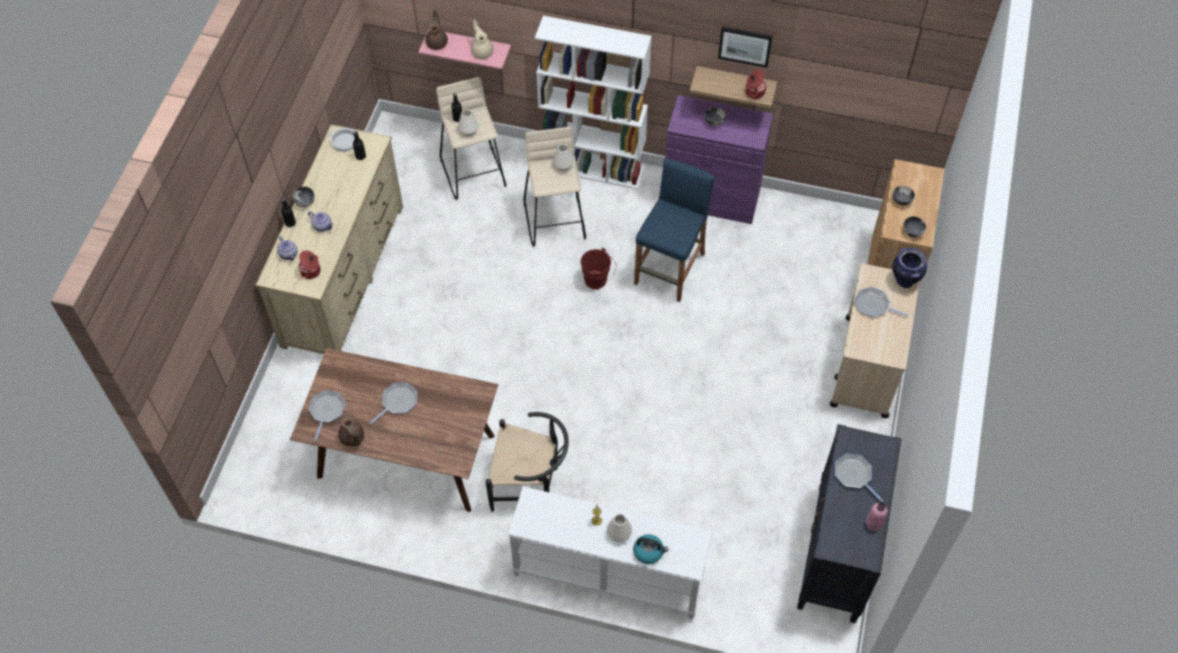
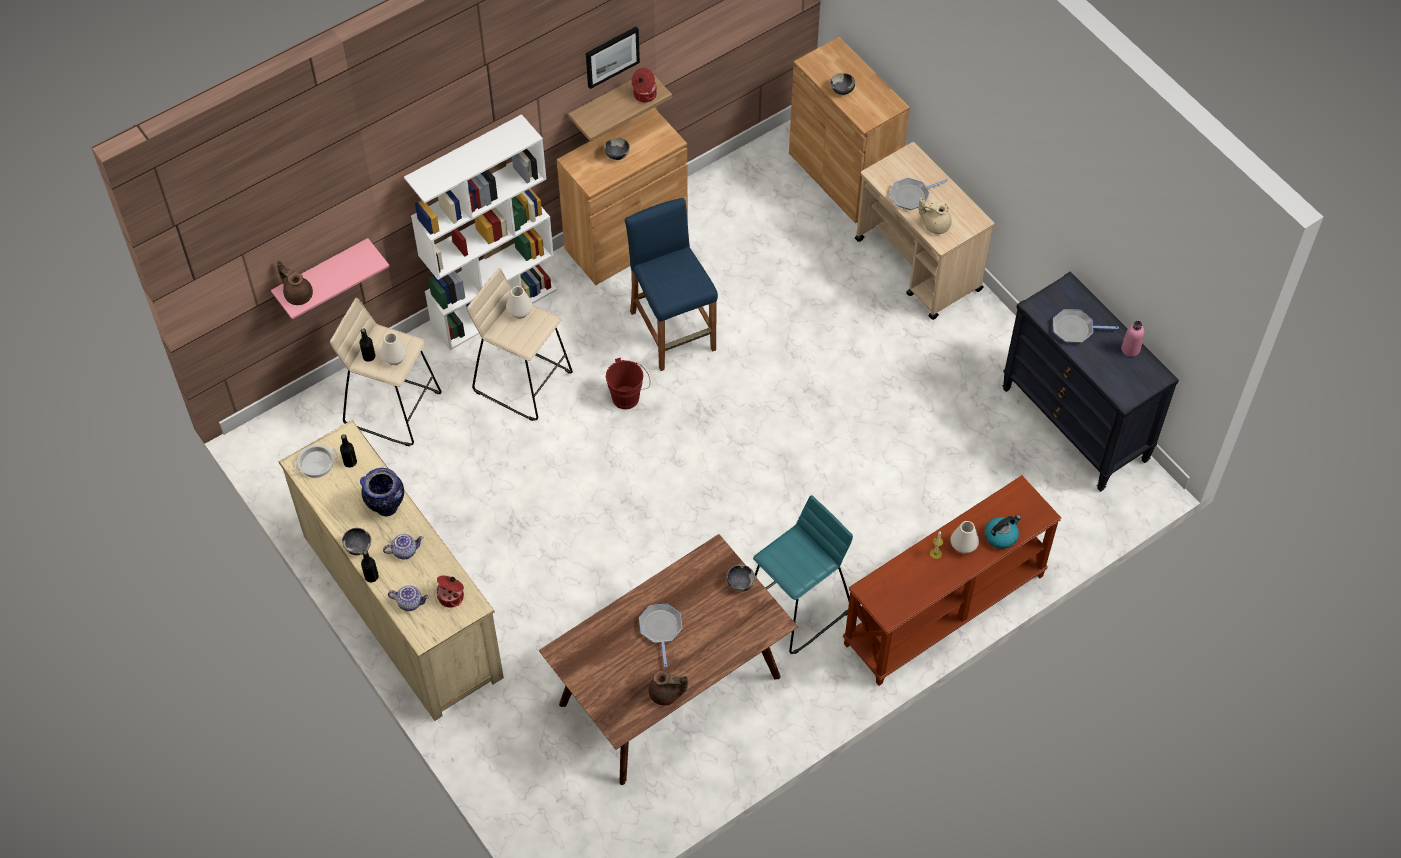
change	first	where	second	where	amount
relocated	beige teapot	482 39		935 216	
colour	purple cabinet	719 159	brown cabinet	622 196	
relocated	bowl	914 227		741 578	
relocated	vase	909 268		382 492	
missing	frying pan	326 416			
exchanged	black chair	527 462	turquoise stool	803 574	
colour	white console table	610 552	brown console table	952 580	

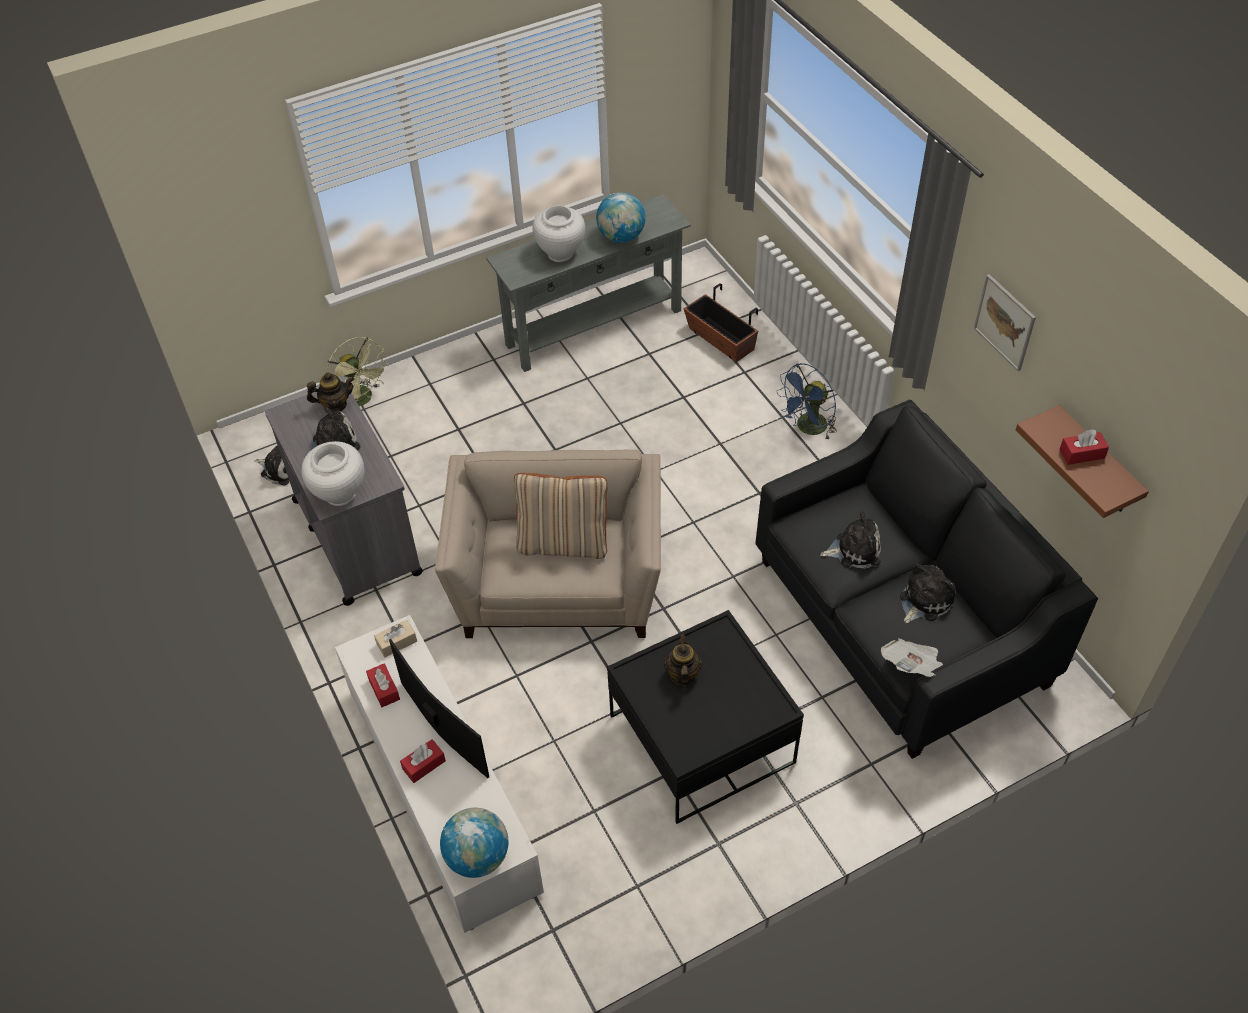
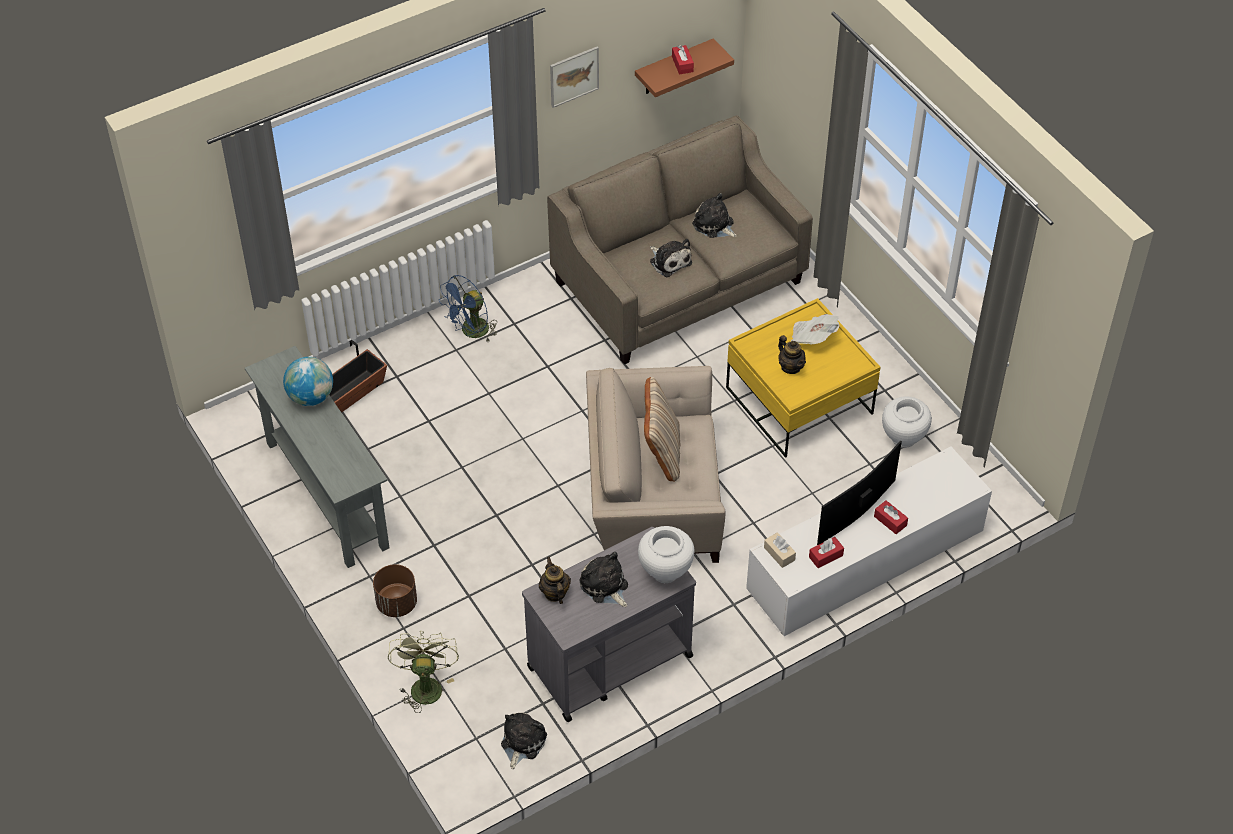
change	first	where	second	where	amount
relocated	white vase	558 233		907 422	
spun	green fan	357 371		423 672	45 degrees counterclockwise
spun	blue fan	806 401		468 308	90 degrees clockwise
colour	black sofa	926 579	beige sofa	680 240	
spun	plush toy	850 540		671 258	150 degrees clockwise
colour	black coffee table	705 717	yellow coffee table	803 378	
spun	teapot	683 661		792 354	120 degrees counterclockwise
relocated	newspaper	912 657		815 329	
missing	globe	474 843			
appeared			brown planter	395 590	

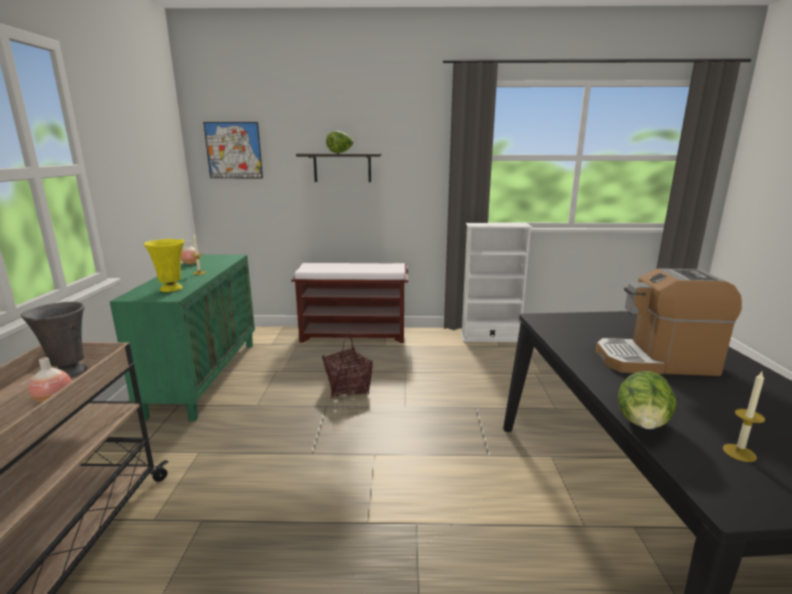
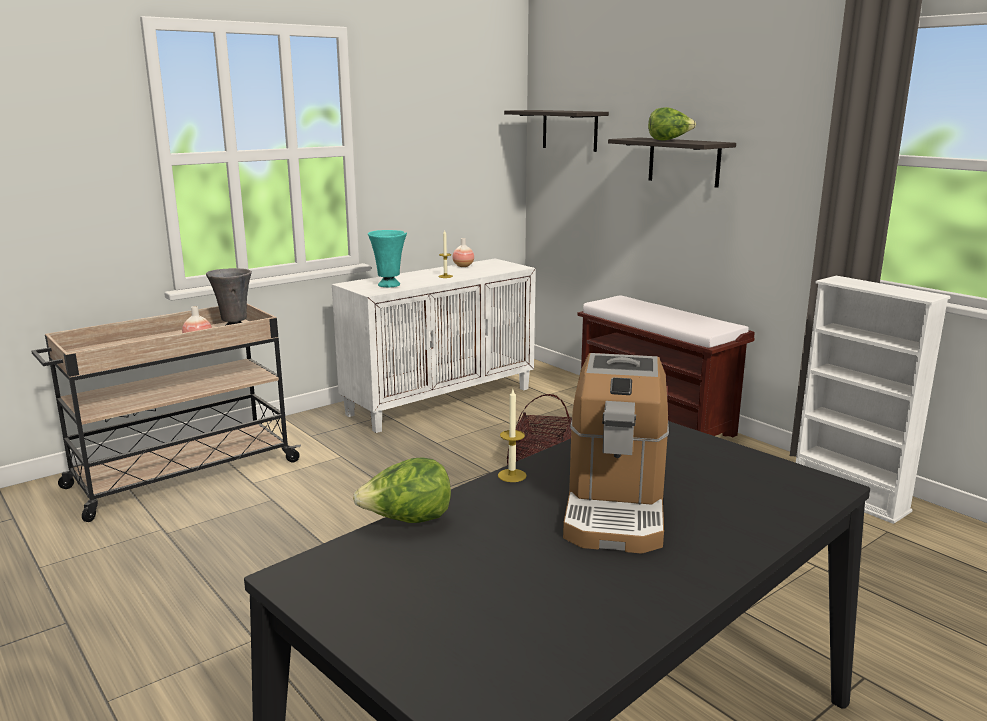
change	first	where	second	where	amount
exchanged	picture	233 150	shelf	556 131	
colour	yellow vase	164 265	turquoise vase	387 258	
colour	green cabinet	182 338	white cabinet	434 346	
spun	coffee machine	669 322		616 453	135 degrees counterclockwise
relocated	candle	744 417		512 435	

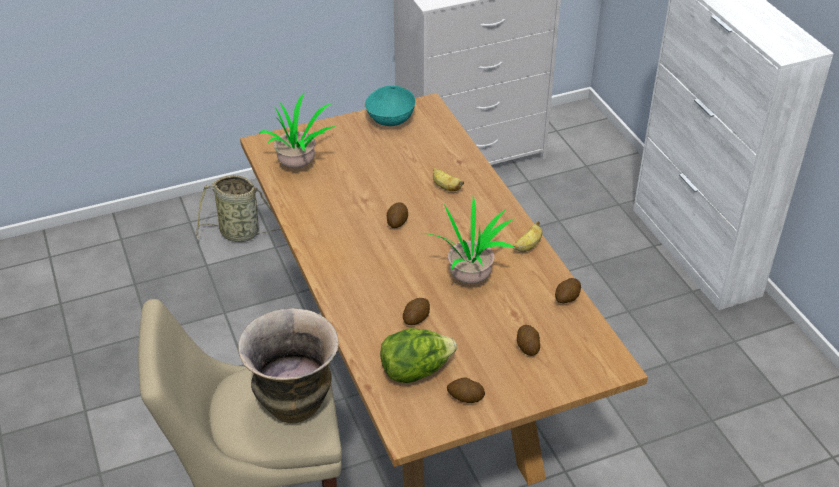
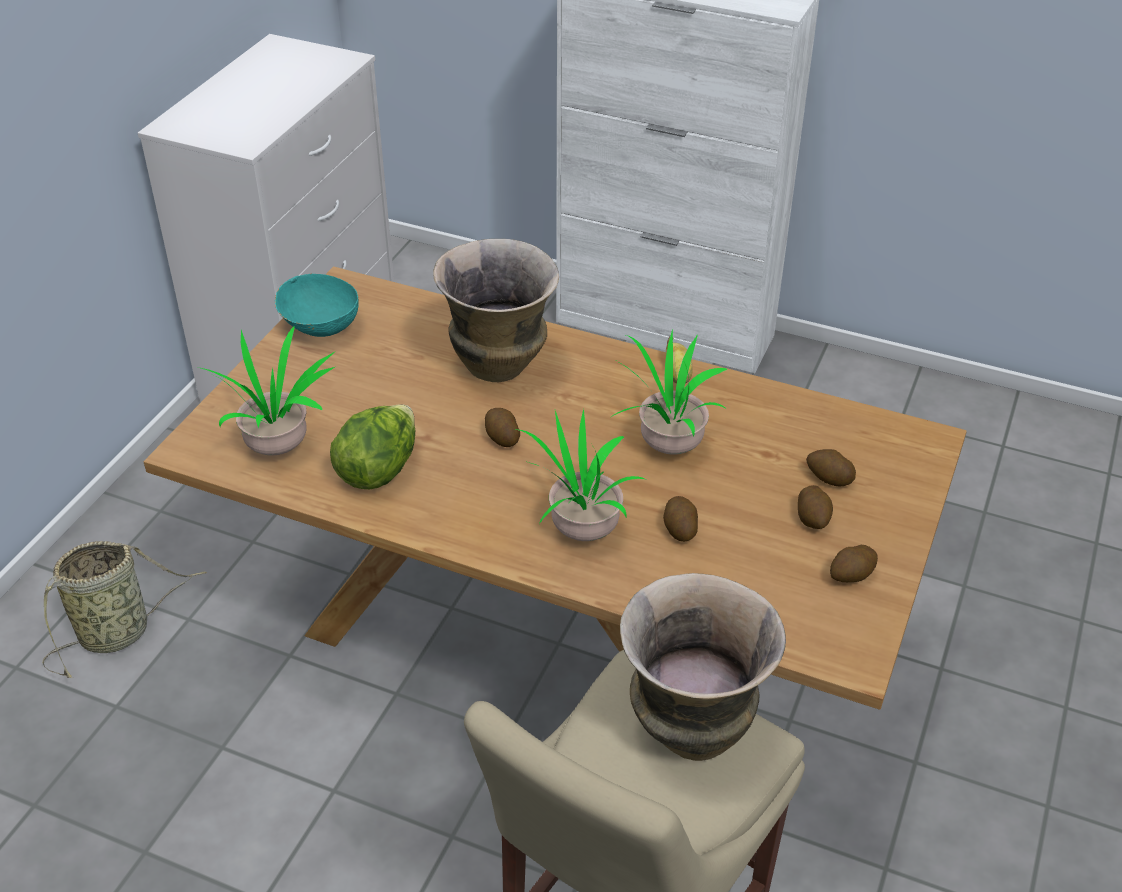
change	first	where	second	where	amount
exchanged	banana	448 179	vase	496 310	
relocated	potato	568 290		815 507	
relocated	lettuce	418 355		372 446	
appeared			potted plant	582 475	

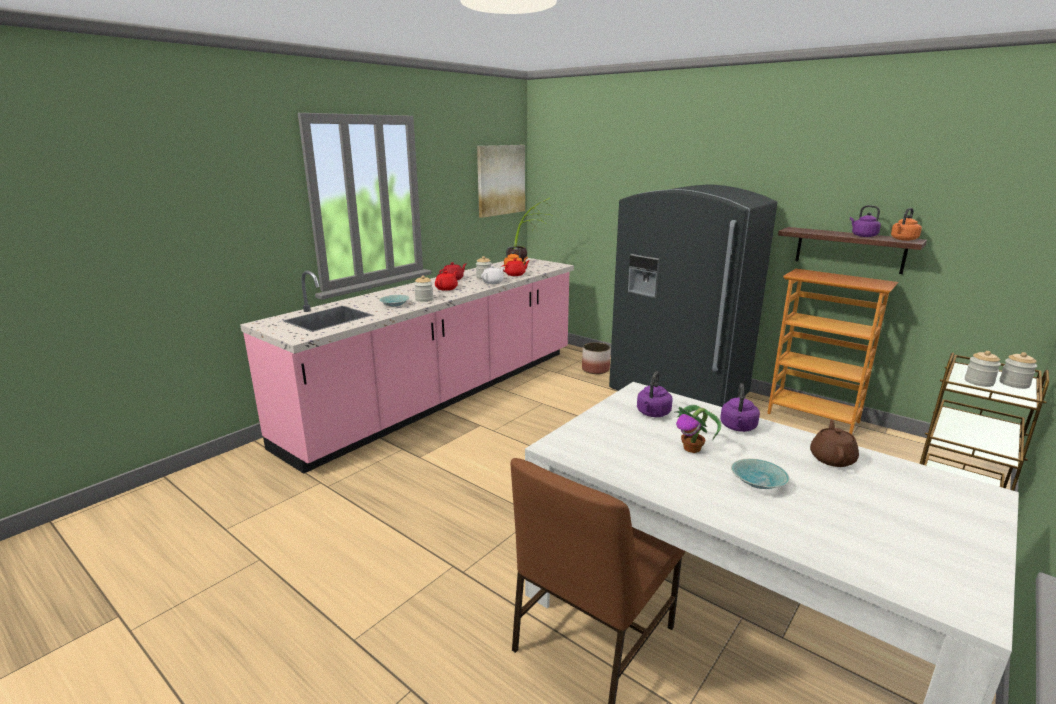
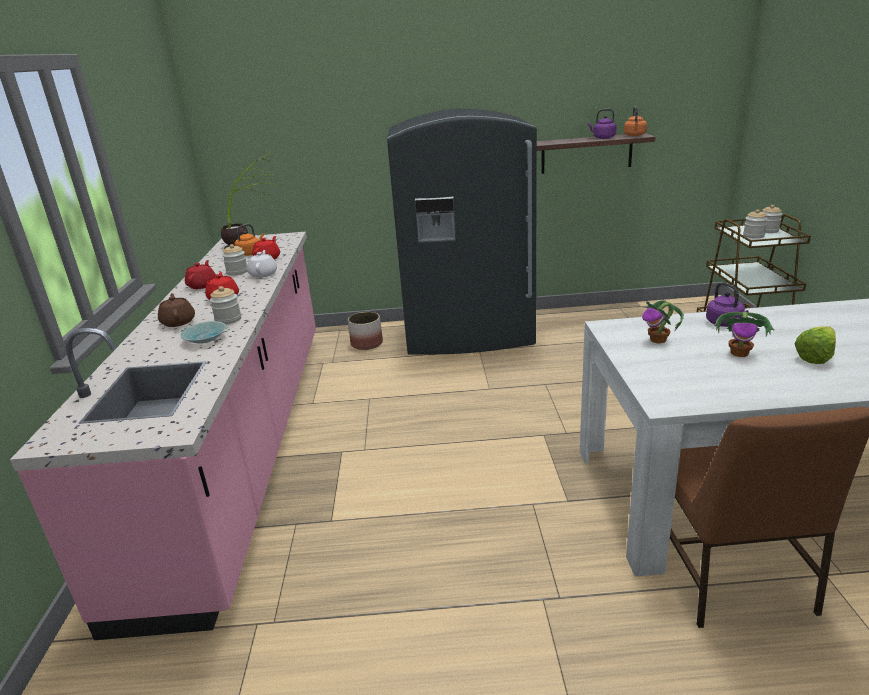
change	first	where	second	where	amount
missing	picture	501 181			
missing	bookcase	833 351			
exchanged	purple kettle	655 394	potted plant	663 322	
relocated	brown teapot	834 443		176 310	
exchanged	turquoise bowl	760 474	lettuce	815 345	

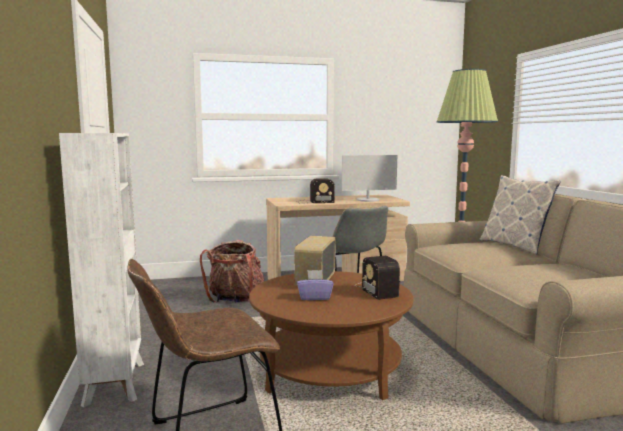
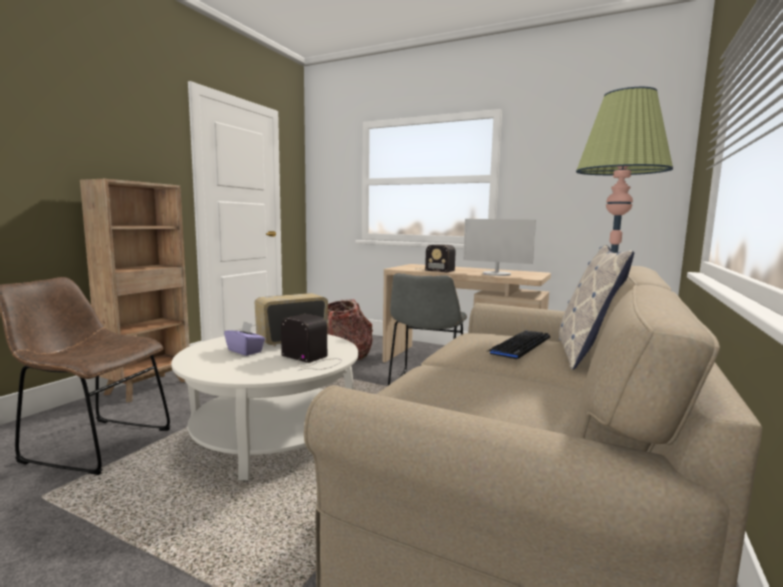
change	first	where	second	where	amount
colour	white bookcase	101 270	brown bookcase	134 290	
spun	radio	377 278		311 342	105 degrees clockwise
colour	brown coffee table	331 335	white coffee table	264 406	
appeared			keyboard	518 344	

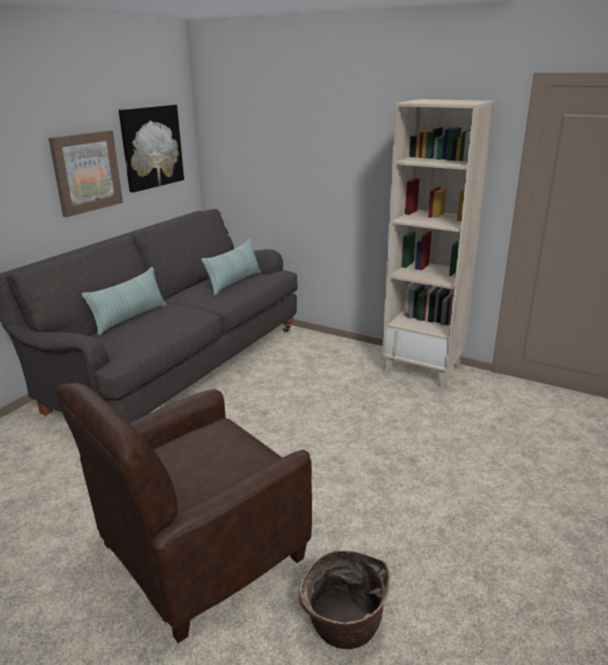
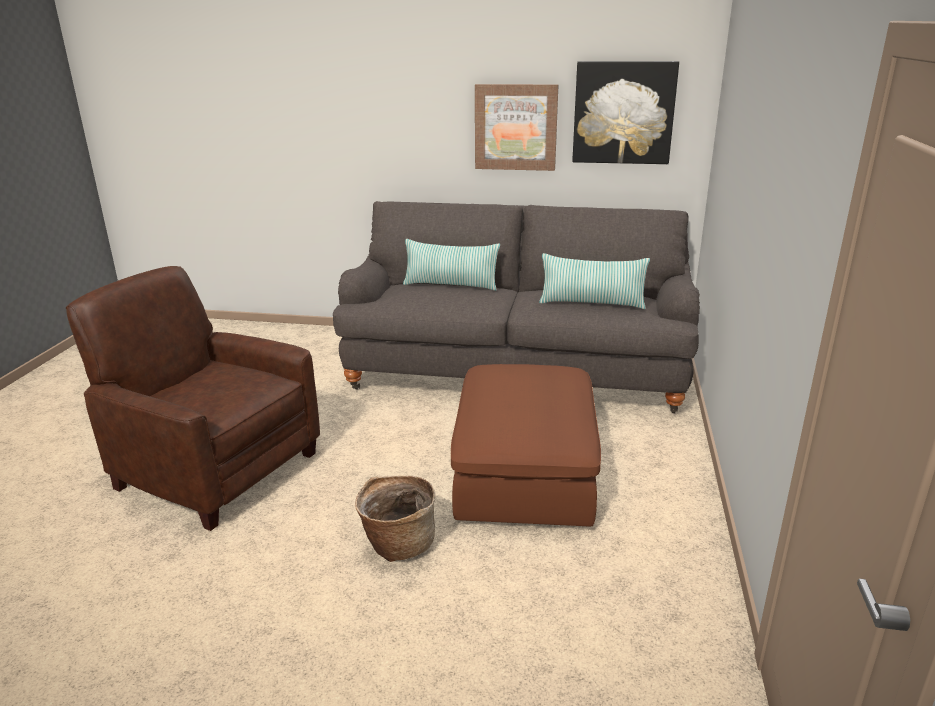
change	first	where	second	where	amount
missing	beige bookcase	438 244			
relocated	basket	344 599		395 519	
appeared			brown ottoman	526 445	

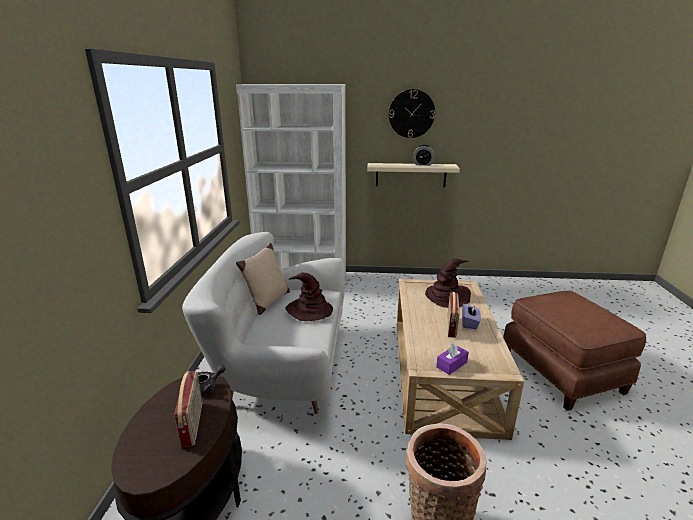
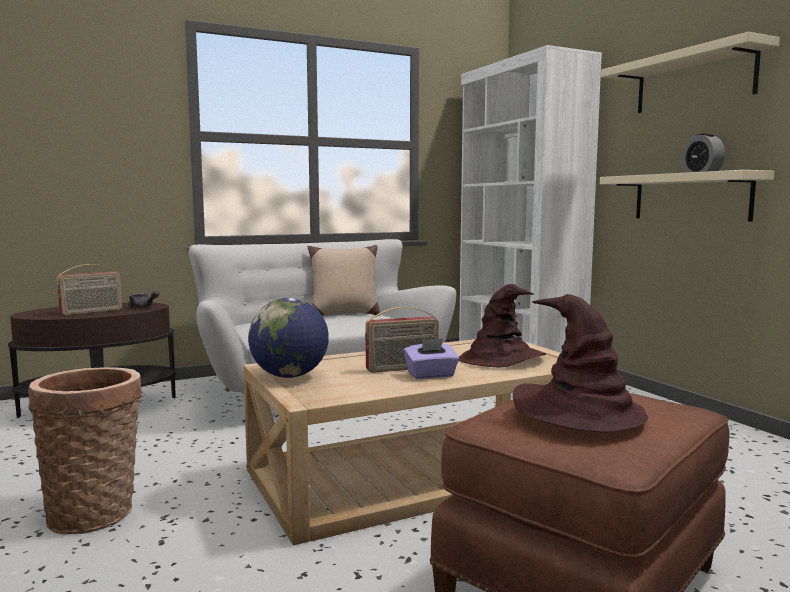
change	first	where	second	where	amount
exchanged	wall clock	412 113	beige shelf	690 72	
relocated	brown hat	309 297		580 363	
exchanged	purple tissue box	452 358	globe	288 338	

